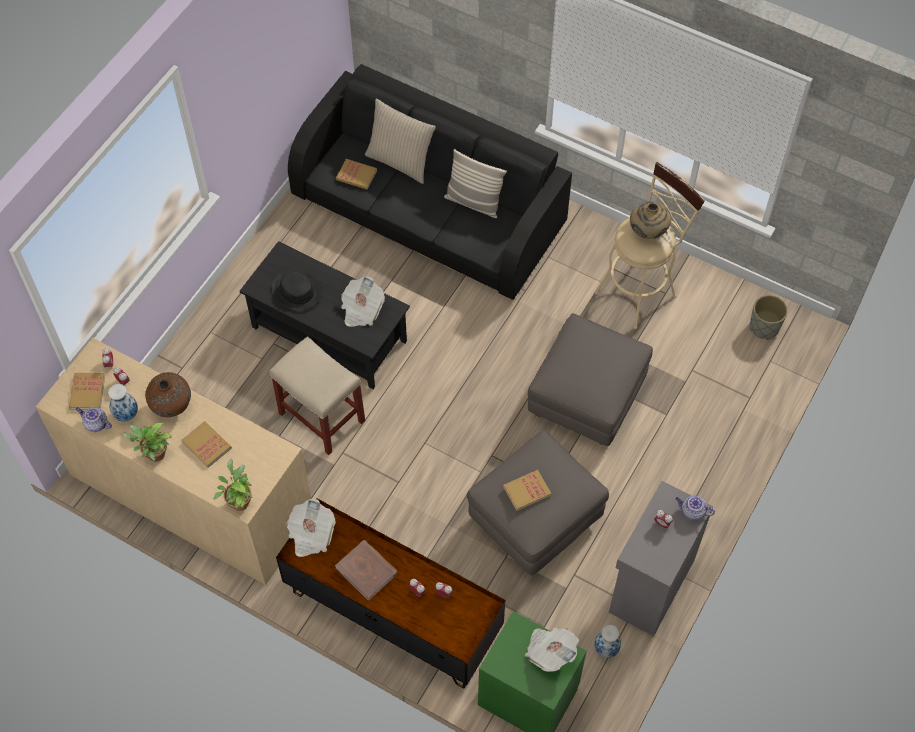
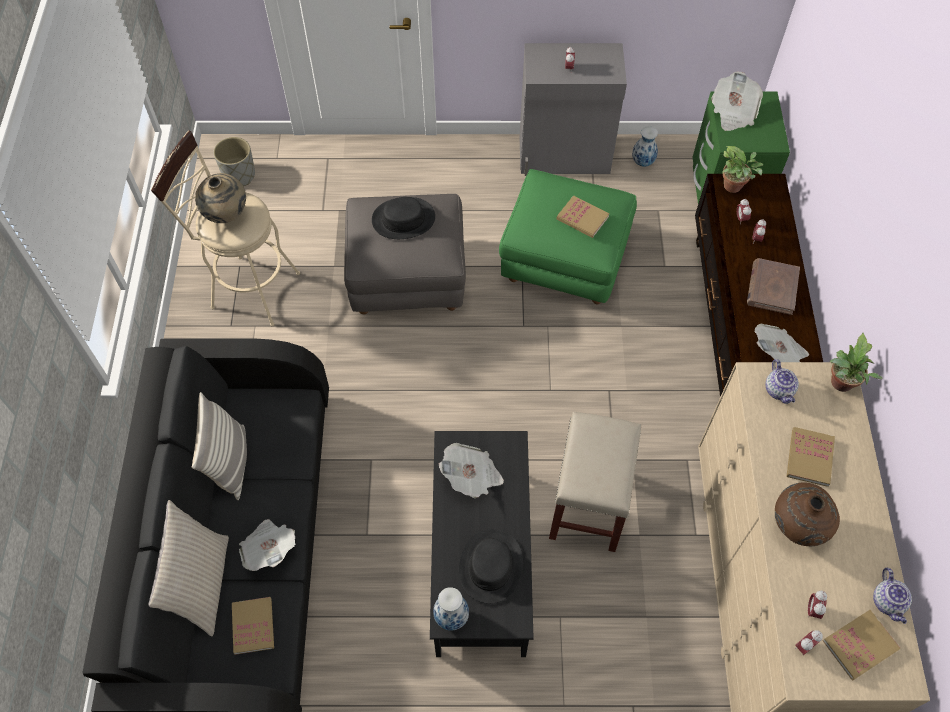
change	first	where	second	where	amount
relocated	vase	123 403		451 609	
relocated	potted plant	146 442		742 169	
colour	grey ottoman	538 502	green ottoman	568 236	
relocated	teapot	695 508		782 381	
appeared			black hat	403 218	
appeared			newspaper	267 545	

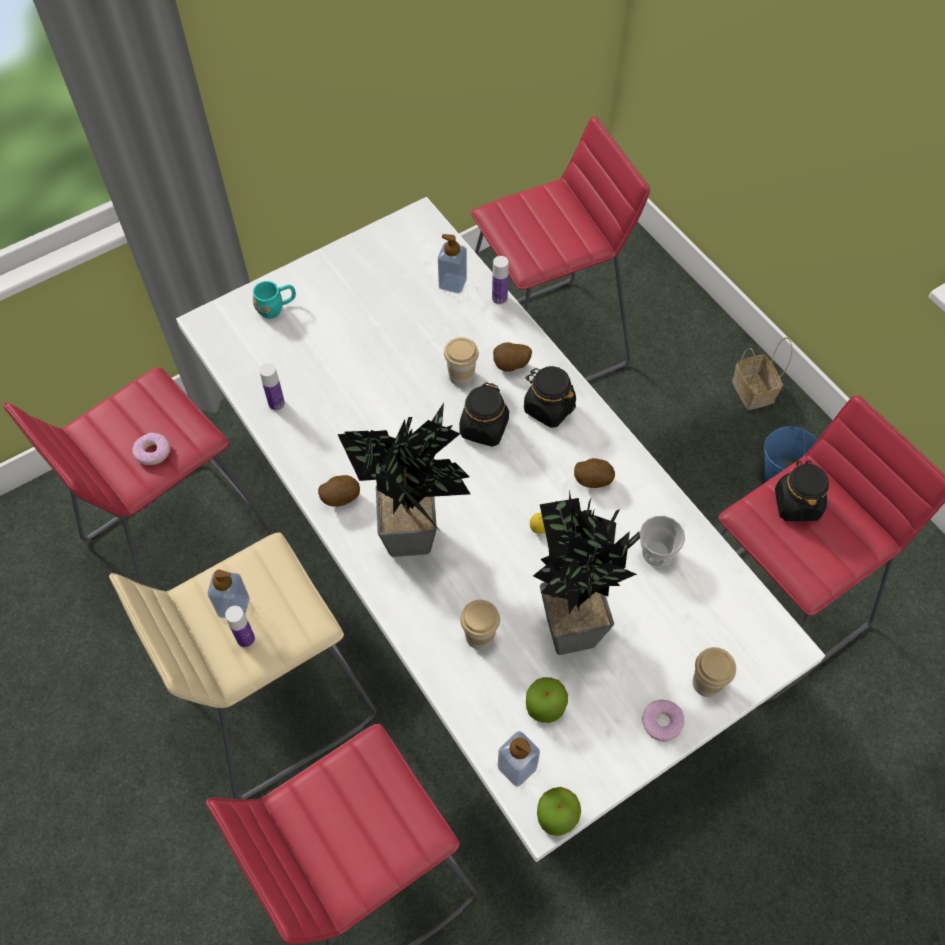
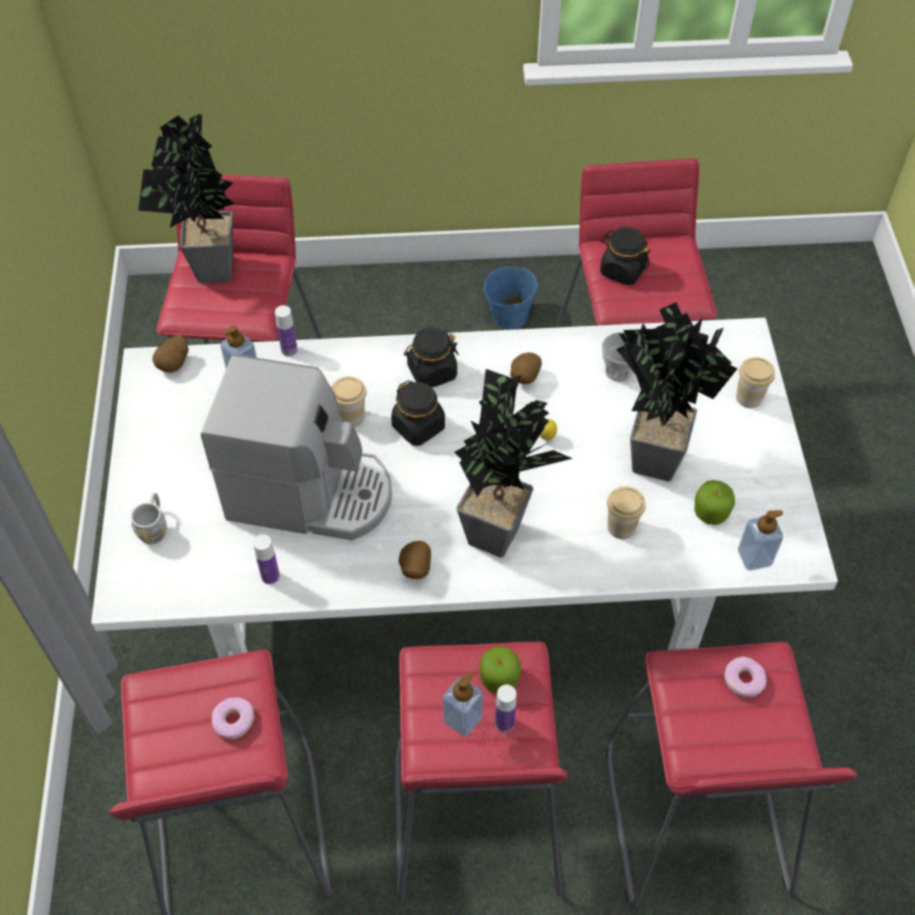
change	first	where	second	where	amount
colour	turquoise mug	274 300	grey mug	149 519	
missing	basket	762 373			
relocated	potato	512 357		170 354	
colour	beige stool	242 666	red stool	481 772	
relocated	donut	663 720		745 676	
relocated	apple	559 811		500 669	
appeared			potted plant	186 198	
appeared			coffee machine	296 447	

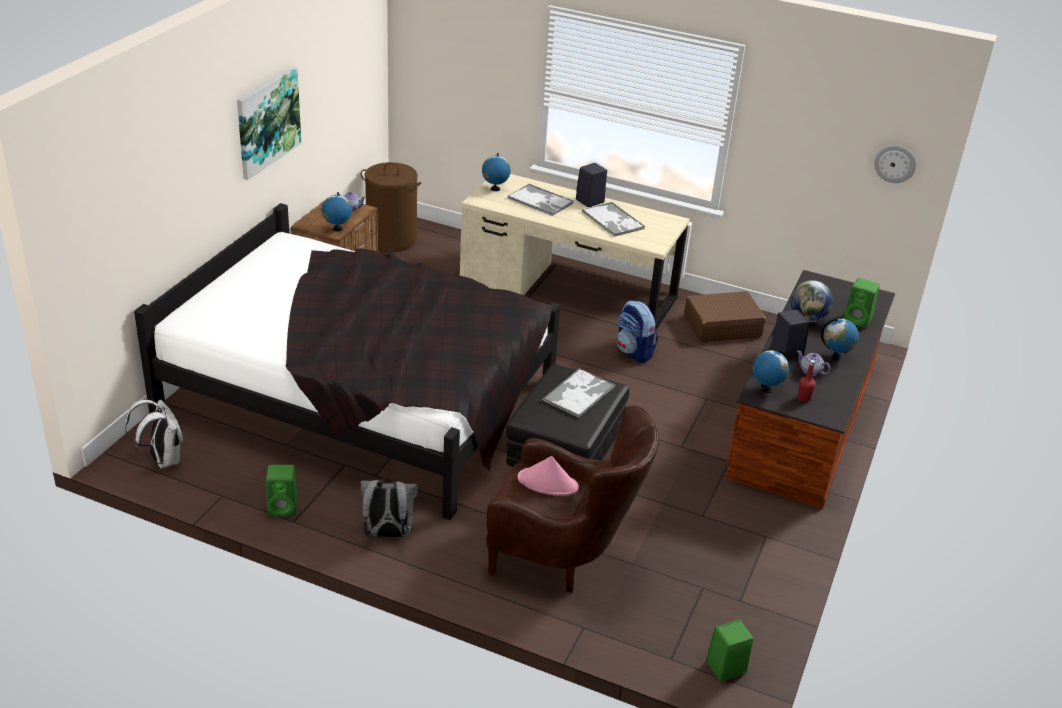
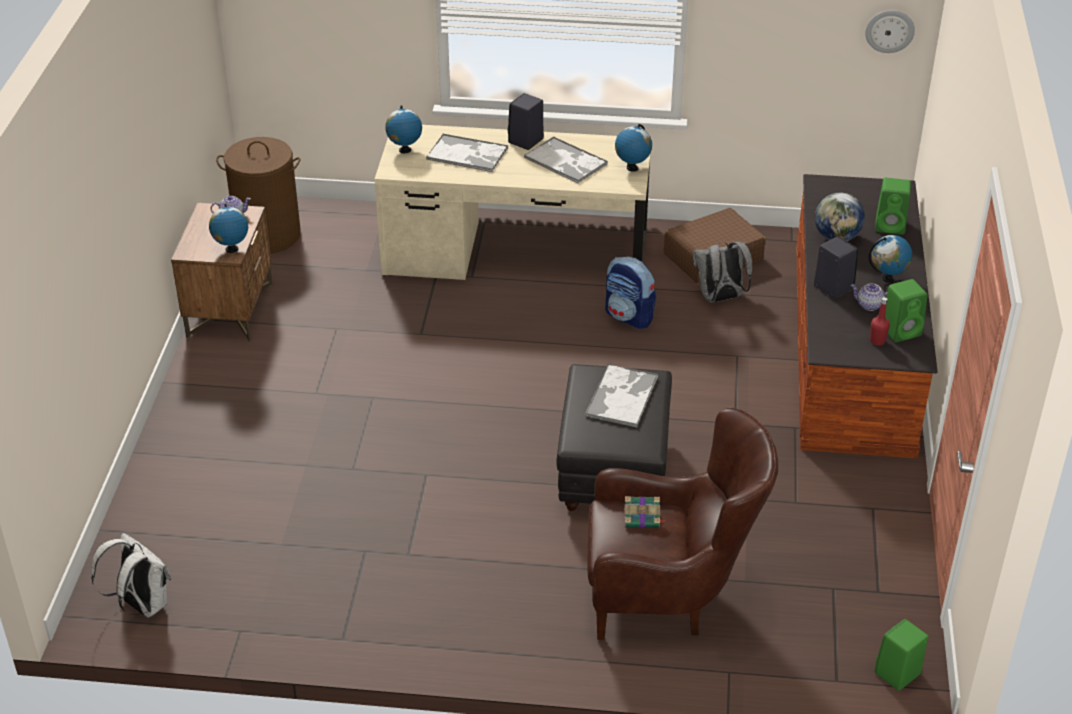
change	first	where	second	where	amount
missing	picture	269 123			
missing	black bed	347 361			
relocated	globe	771 371		633 148	
exchanged	pink hat	548 476	book	645 512	
relocated	green speaker	282 491		906 310	
relocated	grey backpack	389 507		722 272	

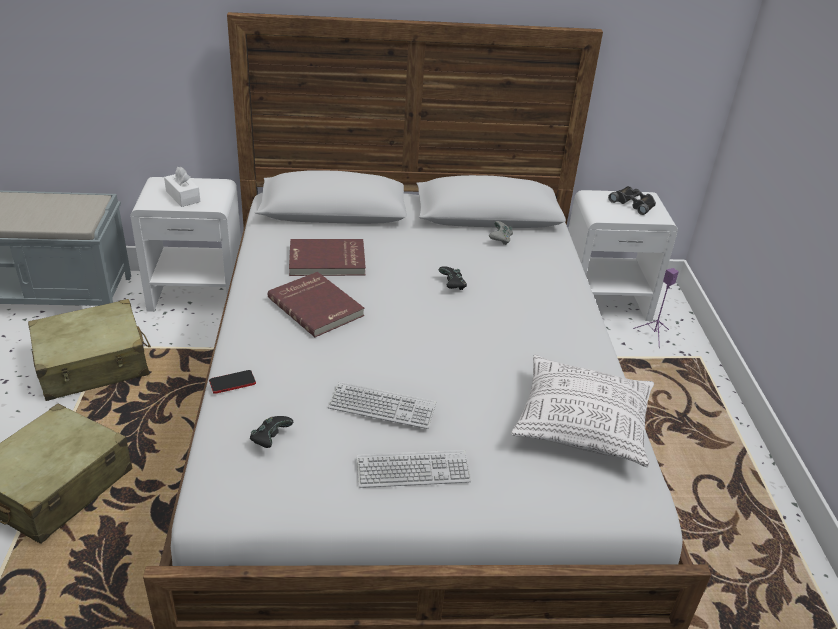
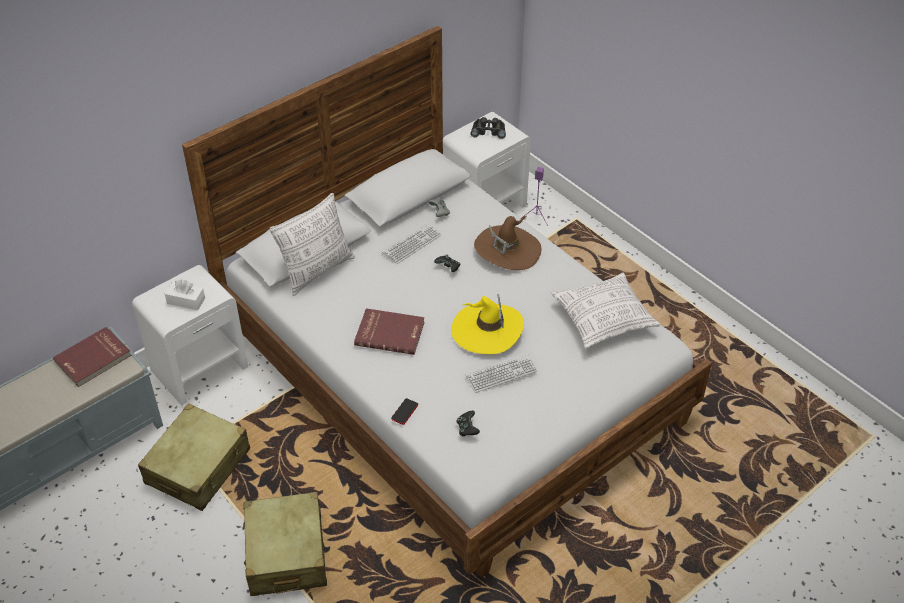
change	first	where	second	where	amount
relocated	red book	327 257		92 357	
relocated	keyboard	414 469		411 243	
appeared			pillow	312 244	
appeared			brown hat	507 243	
appeared			yellow hat	487 324	

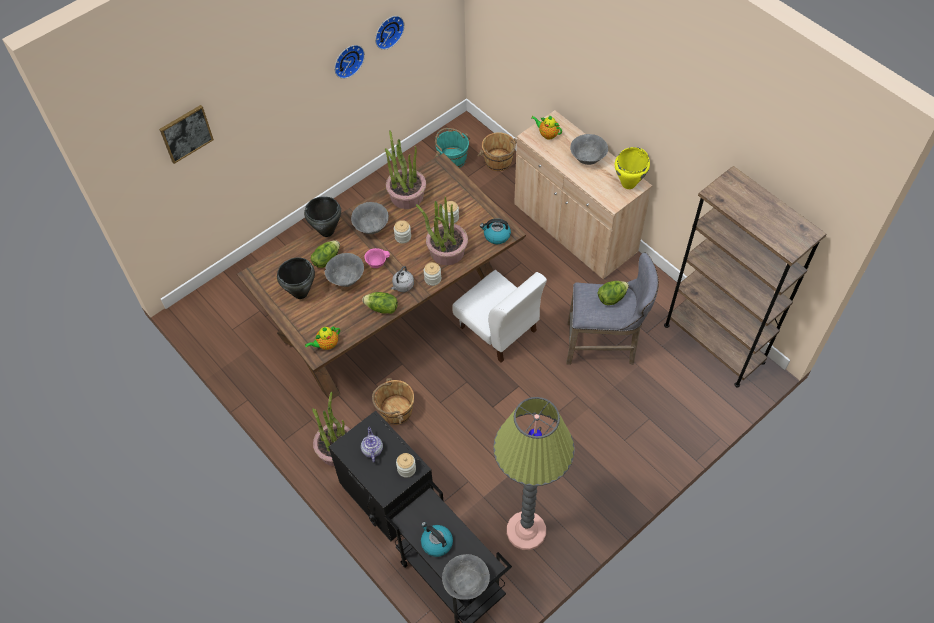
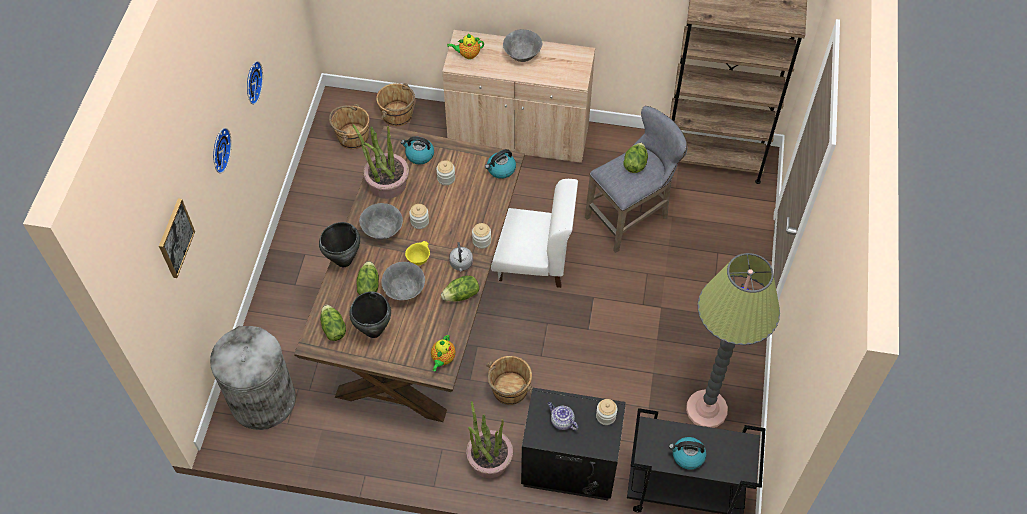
change	first	where	second	where	amount
relocated	wall clock	390 33		222 151	
colour	turquoise bucket	452 148	brown bucket	349 126	
missing	yellow cooking pot	632 168			
missing	potted plant	442 230			
colour	pink bowl	377 258	yellow bowl	417 253	
missing	grey bowl	466 577			
appeared			kettle	417 150	
appeared			lettuce	333 323	
appeared			grey trash can	253 378	

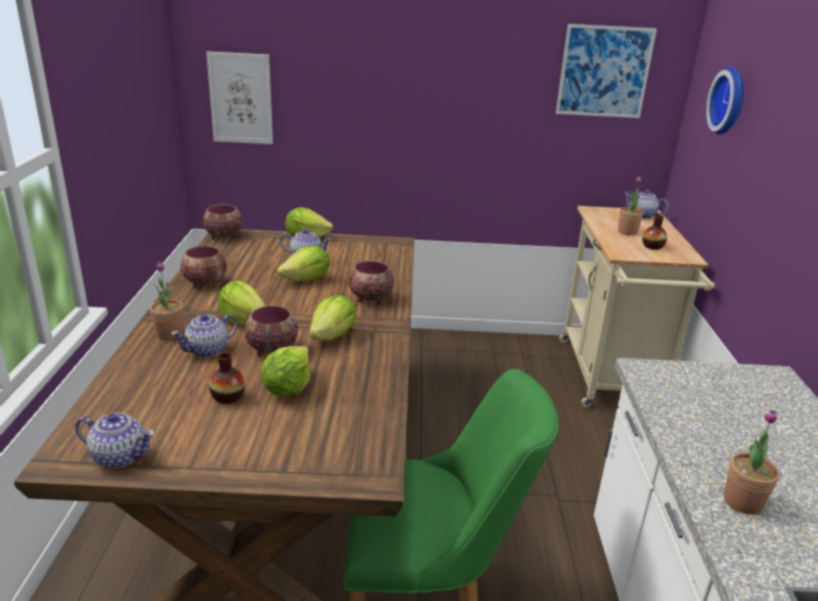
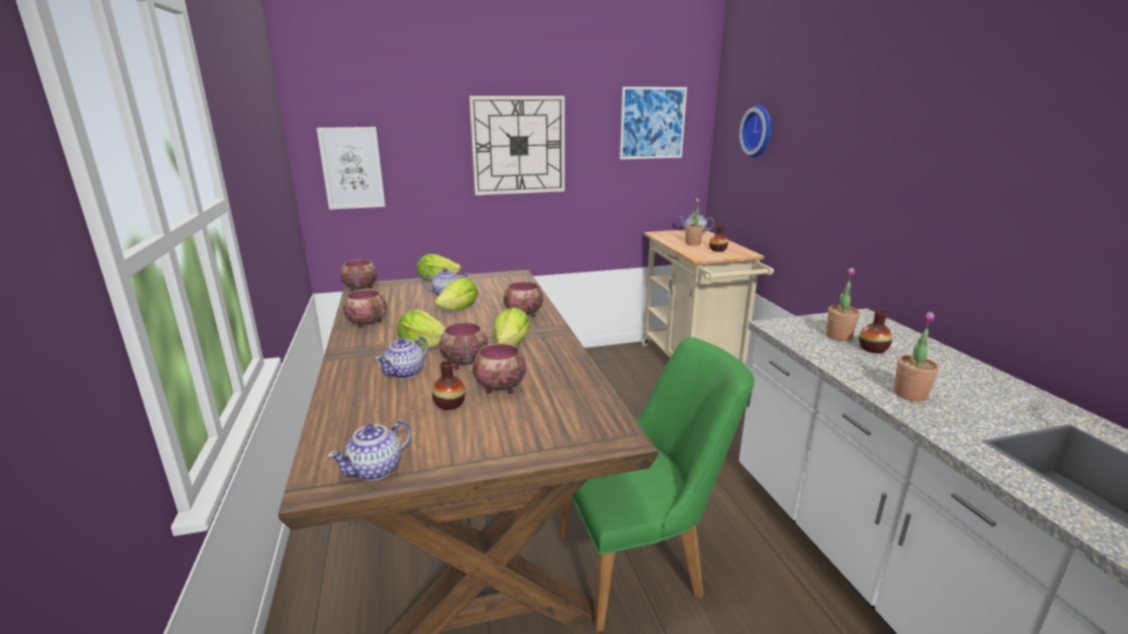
change	first	where	second	where	amount
relocated	potted plant	167 301		843 304	
exchanged	lettuce	285 371	bowl	499 368	
spun	teapot	115 440		369 450	135 degrees clockwise
appeared			wall clock	517 145	
appeared			vase	875 331	

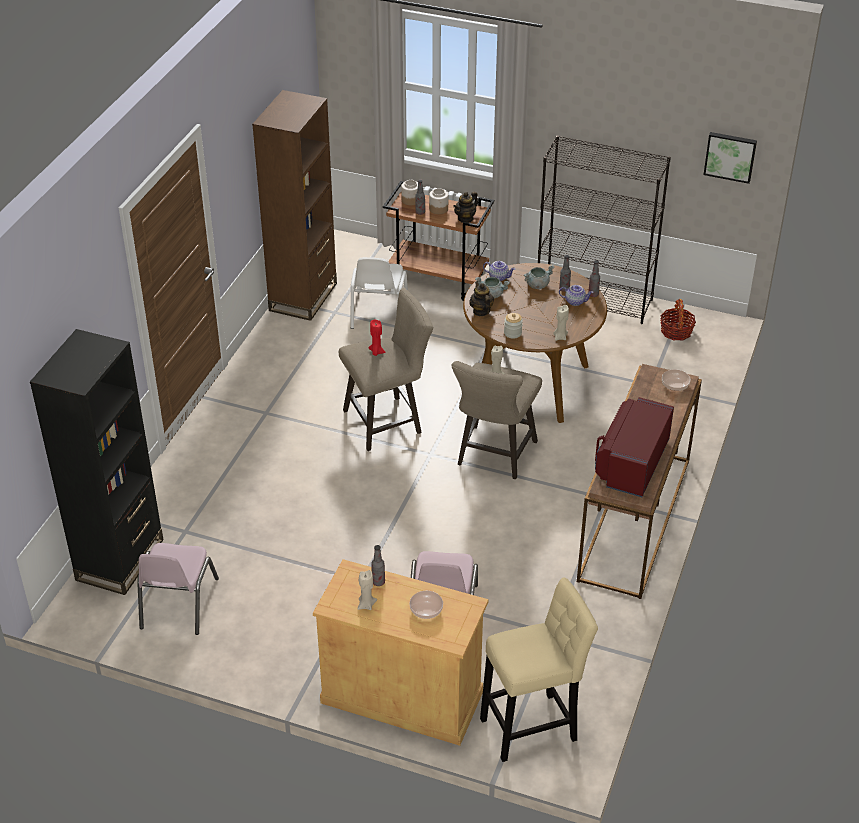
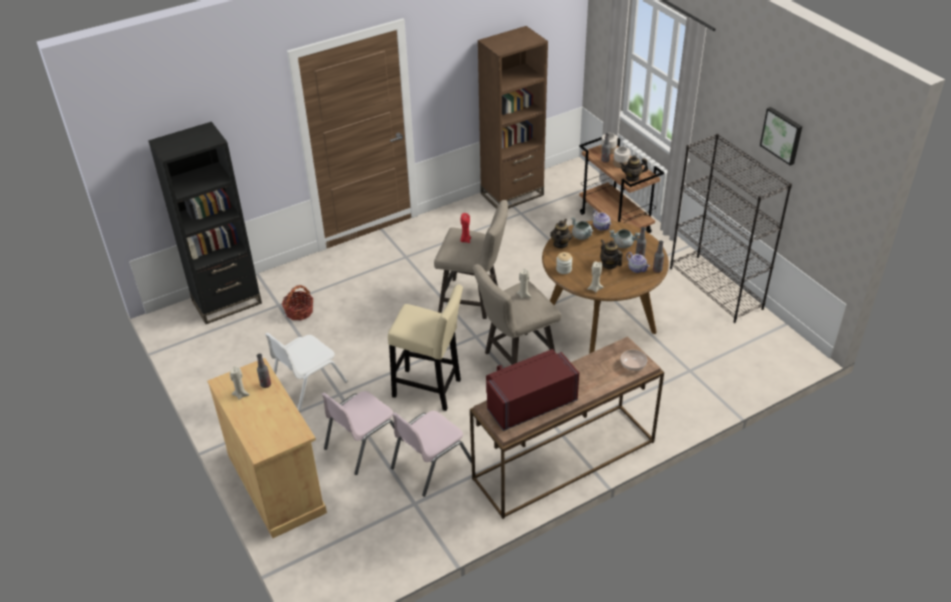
change	first	where	second	where	amount
relocated	picture	730 158		781 136	
relocated	white chair	379 293		306 372	
relocated	basket	678 320		298 302	
relocated	pink chair	178 589		431 454	
relocated	beige stool	539 669		425 347	
missing	bowl	426 605			
appeared			teapot	611 254	

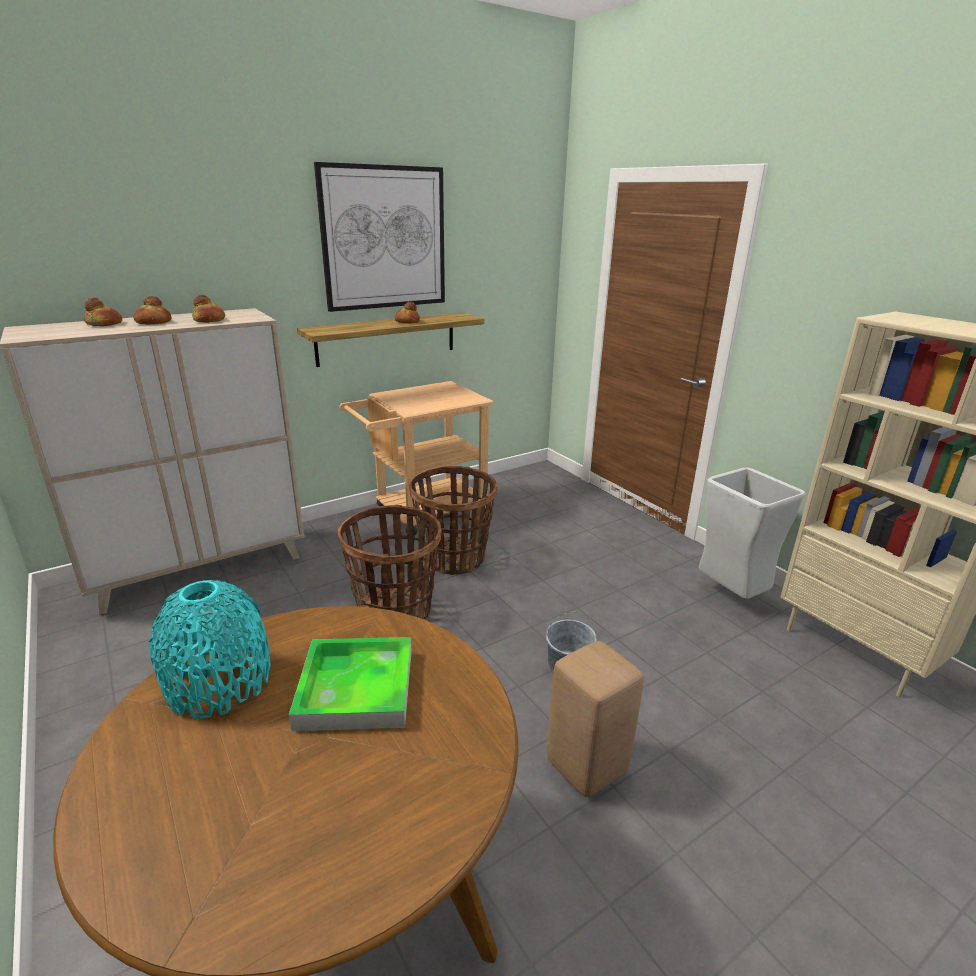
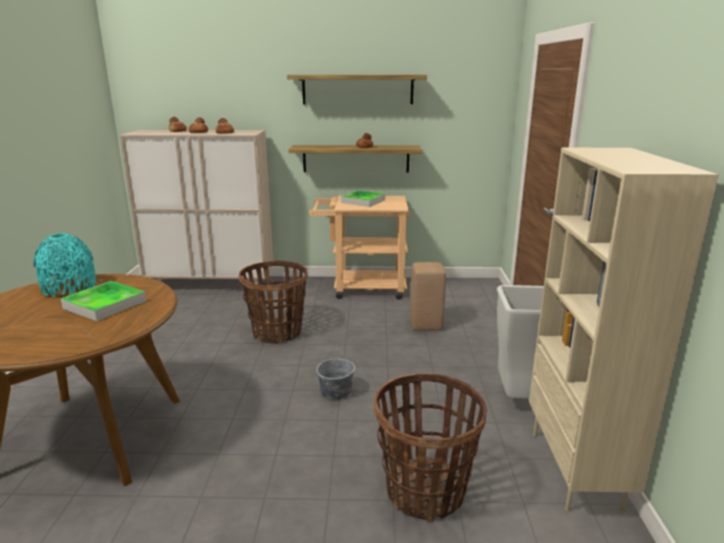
change	first	where	second	where	amount
exchanged	picture	379 237	shelf	357 89	
relocated	basket	453 520		430 448	
relocated	beige stool	595 719		428 296	
appeared			tray	363 198	

